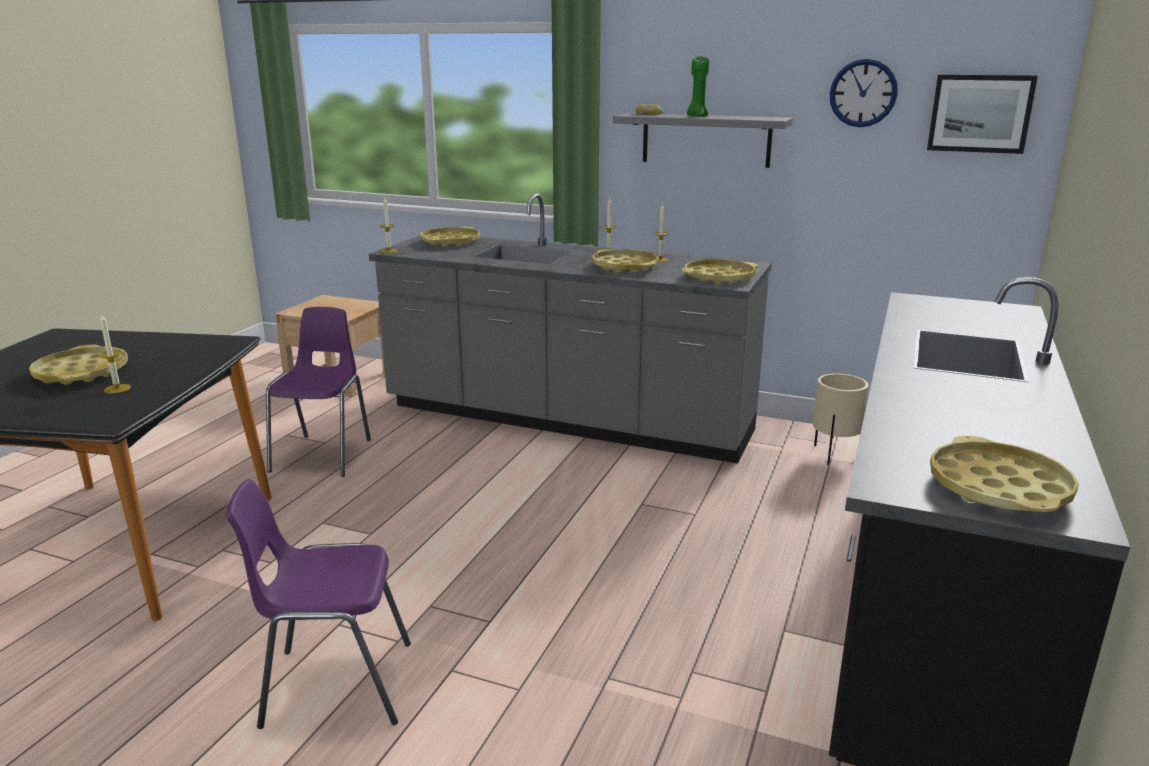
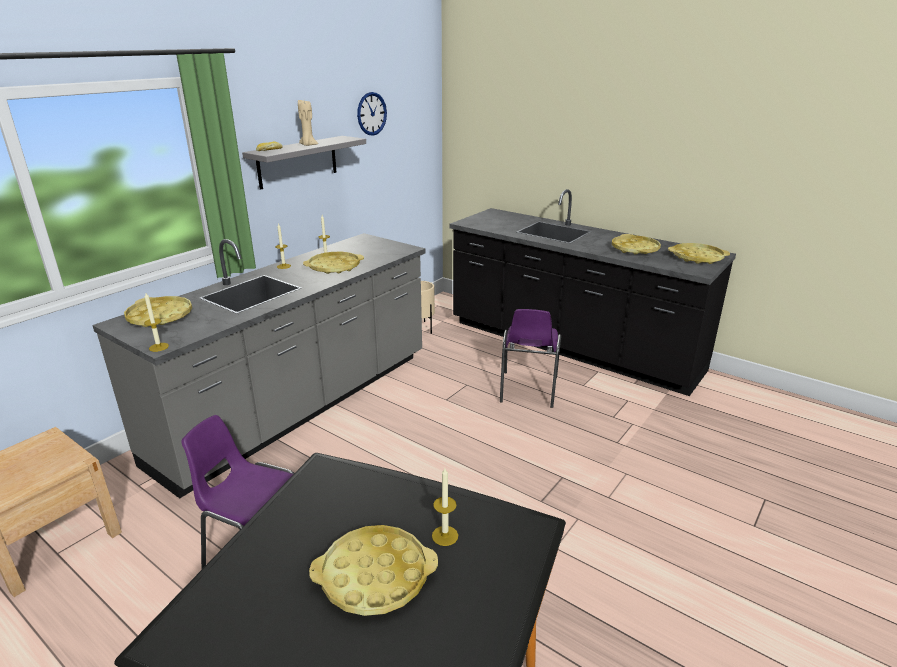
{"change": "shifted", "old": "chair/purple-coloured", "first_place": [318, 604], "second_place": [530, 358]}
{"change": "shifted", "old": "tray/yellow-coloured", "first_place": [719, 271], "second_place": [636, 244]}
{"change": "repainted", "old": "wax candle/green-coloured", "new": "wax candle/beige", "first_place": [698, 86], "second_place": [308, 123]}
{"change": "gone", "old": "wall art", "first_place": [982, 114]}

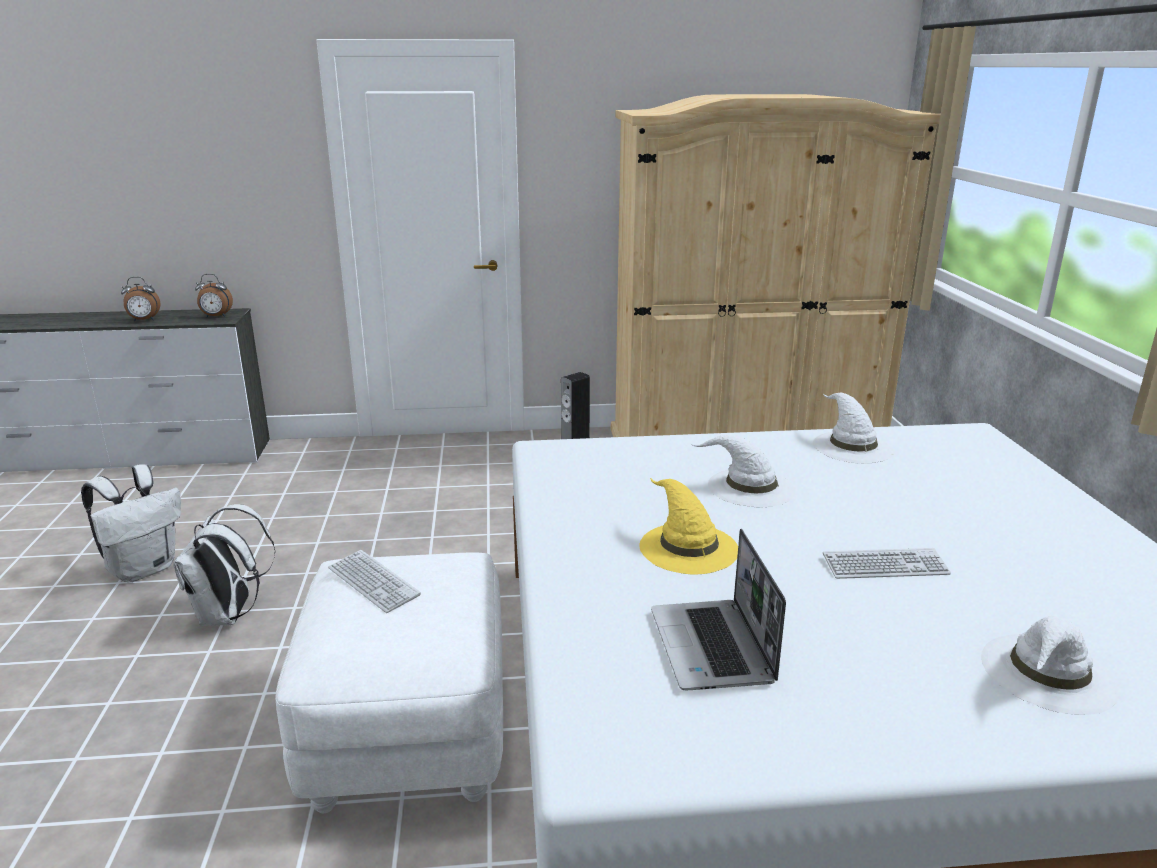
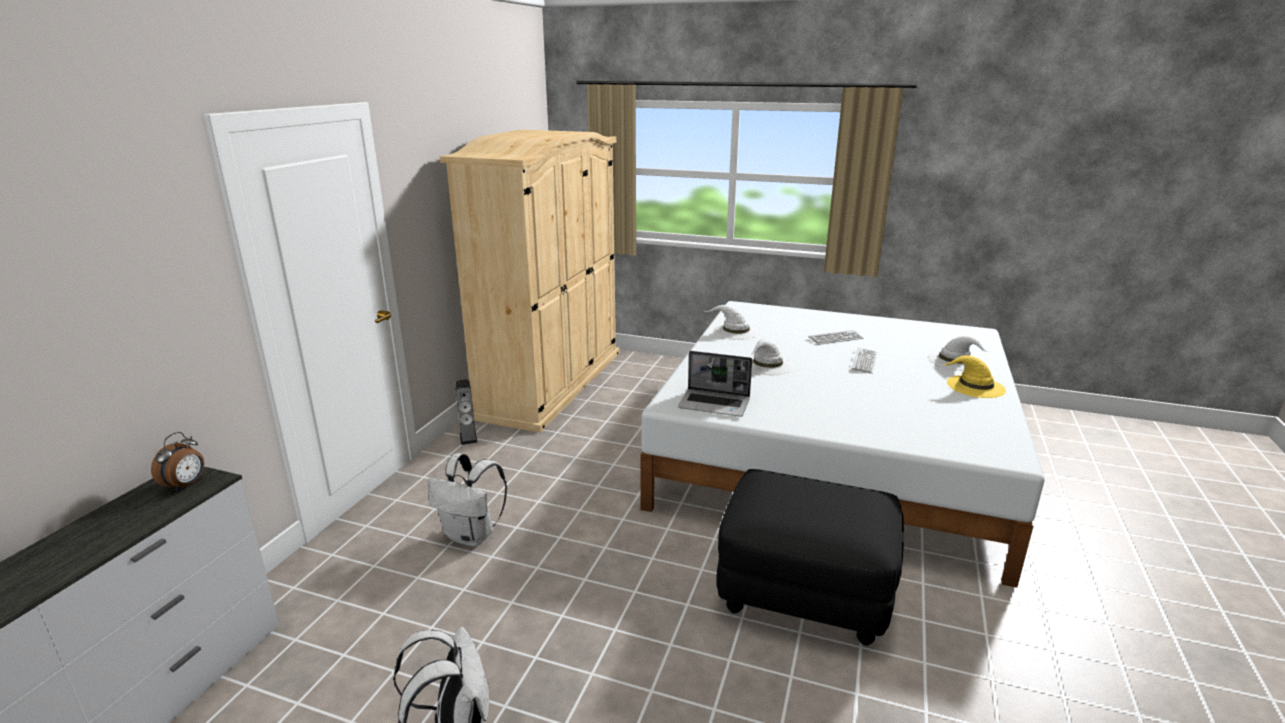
{"change": "gone", "old": "table clock", "first_place": [140, 299]}
{"change": "shifted", "old": "rucksack/whitish", "first_place": [224, 565], "second_place": [467, 500]}
{"change": "repainted", "old": "footrest/whitish", "new": "footrest/black", "first_place": [389, 682], "second_place": [810, 557]}
{"change": "shifted", "old": "keyboard", "first_place": [374, 581], "second_place": [835, 337]}
{"change": "shifted", "old": "clothing hat/yellow-coloured", "first_place": [688, 526], "second_place": [974, 376]}
{"change": "shifted", "old": "laptop", "first_place": [718, 609], "second_place": [715, 384]}

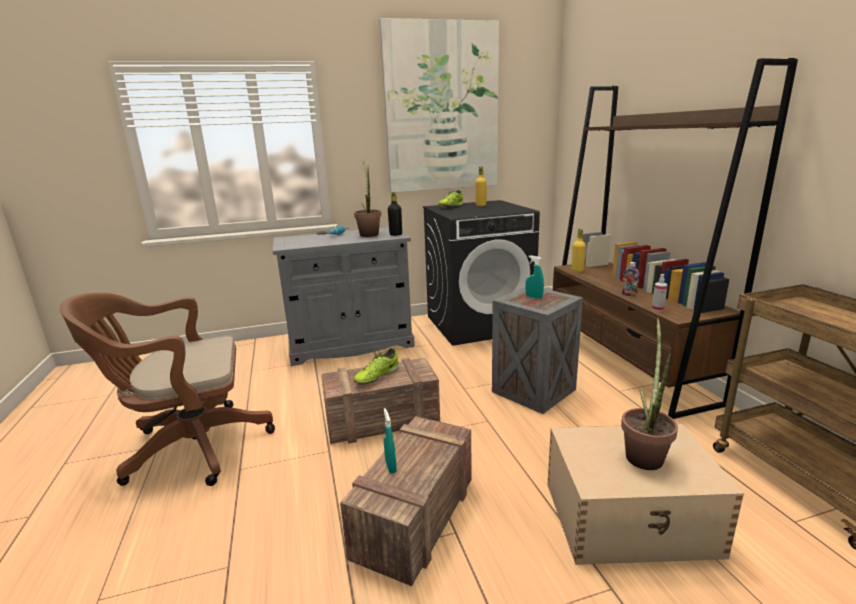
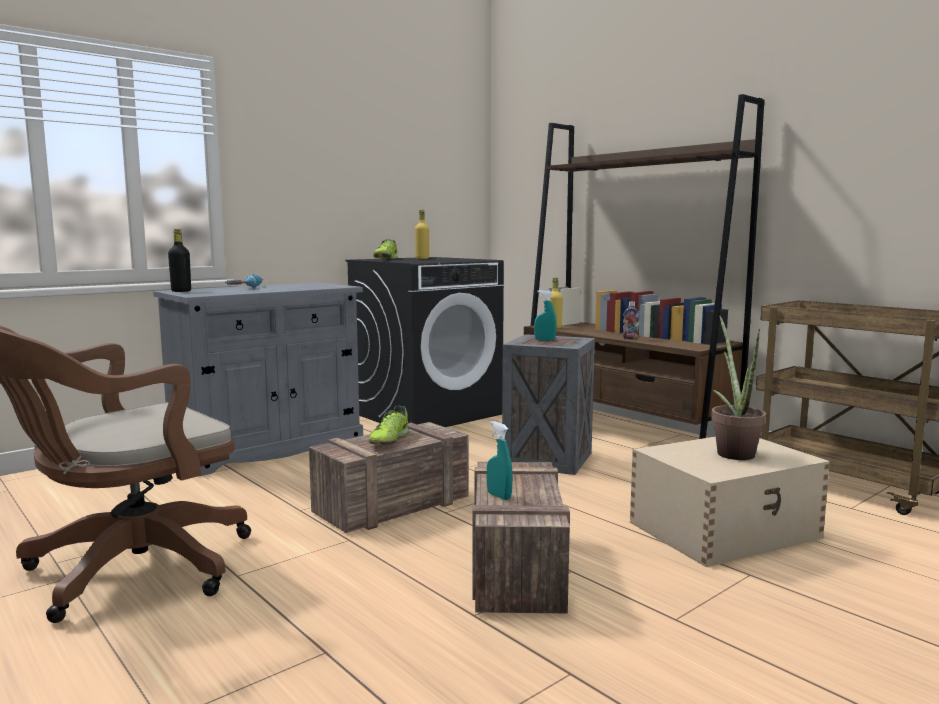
{"change": "gone", "old": "potted plant", "first_place": [367, 199]}
{"change": "gone", "old": "wall art", "first_place": [439, 105]}
{"change": "shifted", "old": "drink bottle/black", "first_place": [395, 214], "second_place": [179, 260]}
{"change": "gone", "old": "spray bottle", "first_place": [660, 292]}

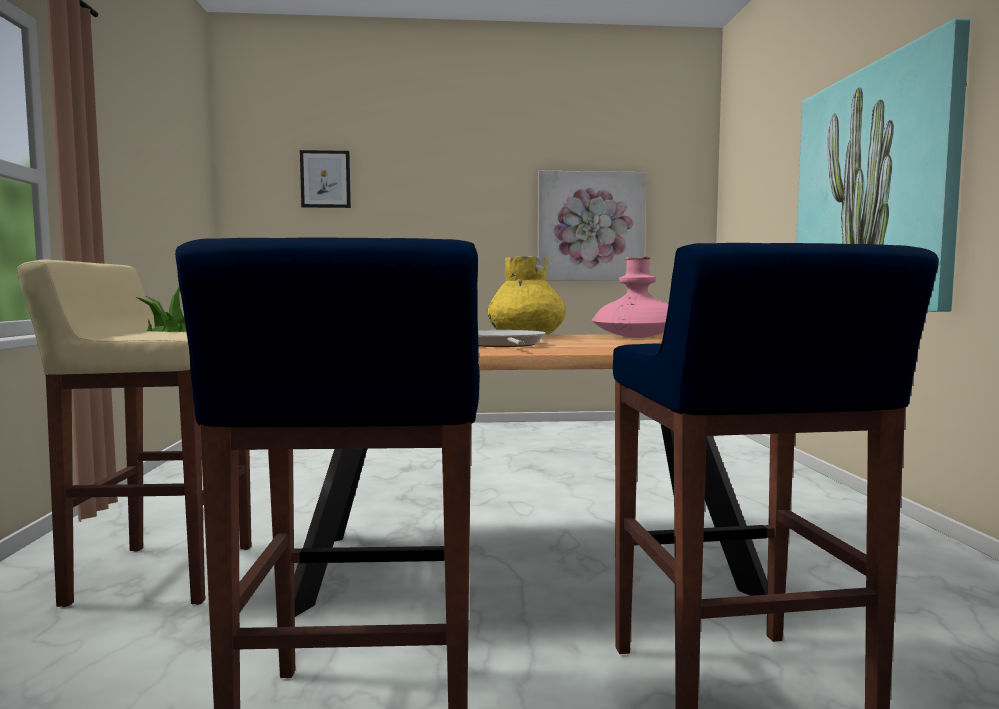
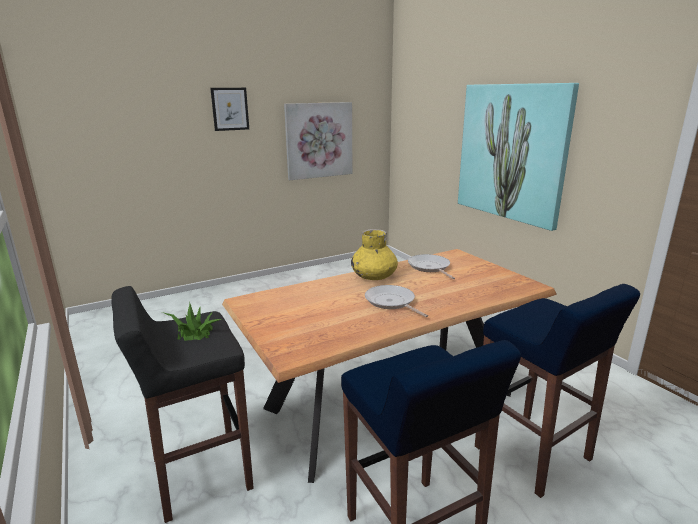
{"change": "repainted", "old": "stool seat/beige", "new": "stool seat/black", "first_place": [134, 433], "second_place": [182, 404]}
{"change": "shifted", "old": "wall art", "first_place": [325, 179], "second_place": [229, 109]}
{"change": "swapped", "old": "flower vase/pinkish", "new": "frying pan", "first_place": [630, 297], "second_place": [431, 266]}

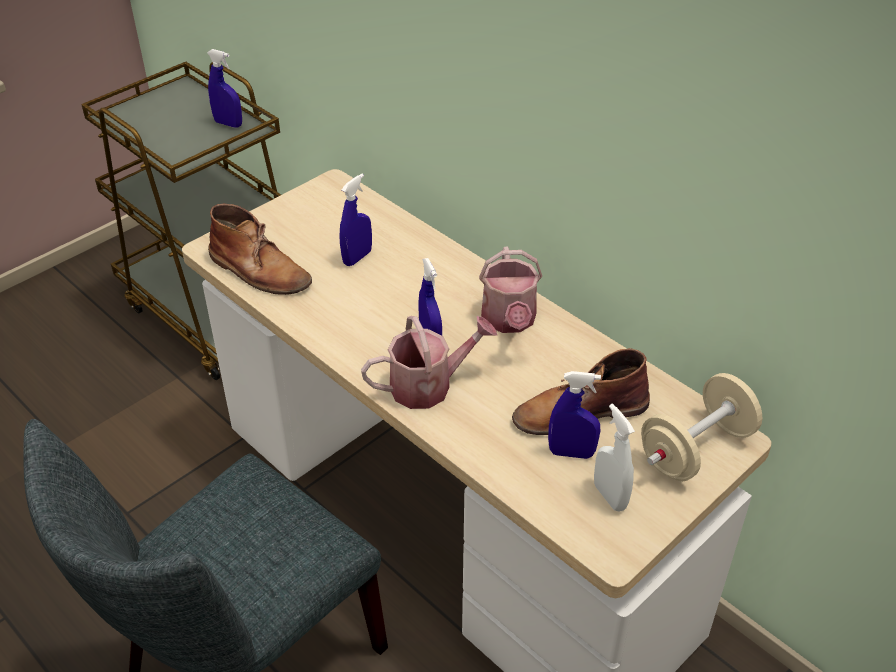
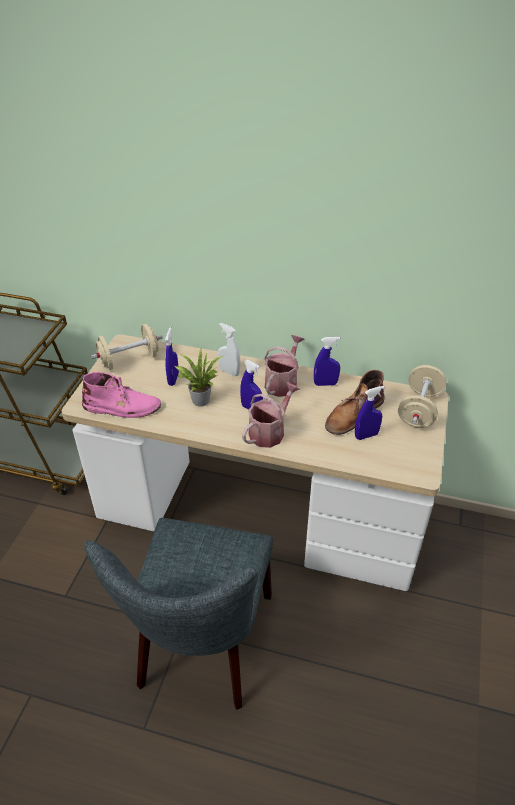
{"change": "shifted", "old": "spray bottle/bluish", "first_place": [224, 88], "second_place": [327, 361]}
{"change": "repainted", "old": "high-top boot/brownish", "new": "high-top boot/pinkish", "first_place": [260, 249], "second_place": [122, 395]}
{"change": "rotated", "old": "watering pot", "first_place": [510, 290], "second_place": [284, 366], "degrees": -120}
{"change": "shifted", "old": "spray bottle/whitish", "first_place": [614, 457], "second_place": [229, 349]}
{"change": "new", "new": "free weight/beige", "second_place": [127, 347]}
{"change": "new", "new": "potted plant", "second_place": [199, 377]}

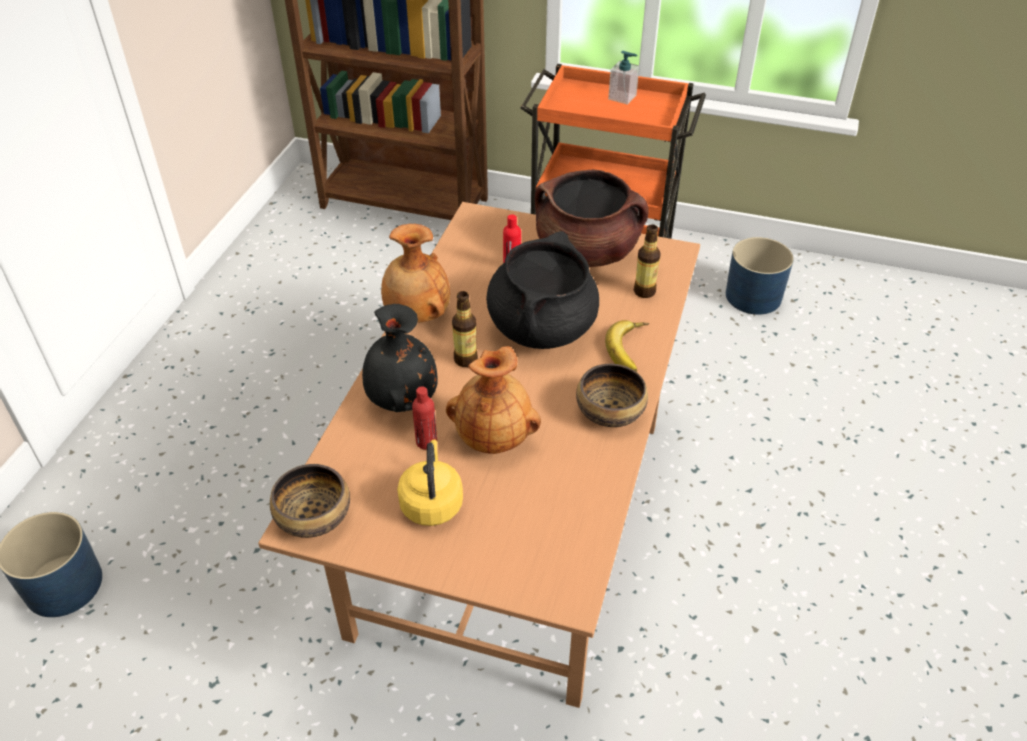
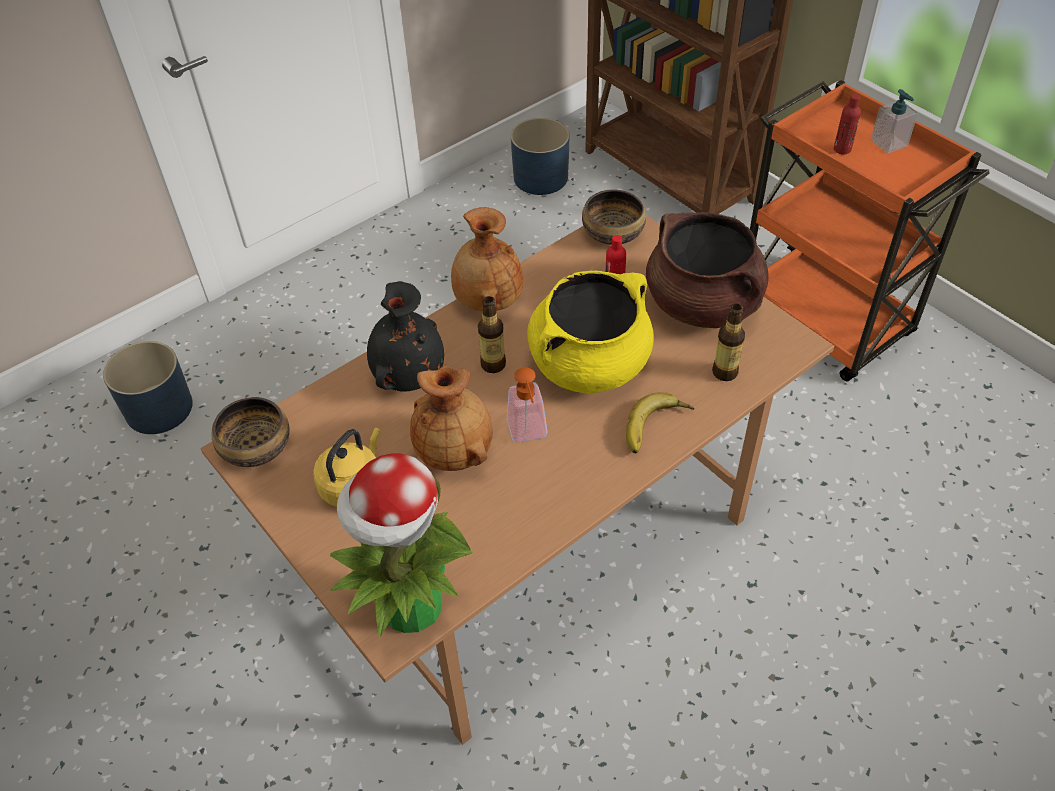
{"change": "shifted", "old": "drink bottle/red-coloured", "first_place": [424, 418], "second_place": [847, 124]}
{"change": "repainted", "old": "cooking pot/black", "new": "cooking pot/yellow-coloured", "first_place": [542, 290], "second_place": [590, 332]}
{"change": "shifted", "old": "deep dish", "first_place": [612, 395], "second_place": [614, 217]}
{"change": "shifted", "old": "flower pot/bluish", "first_place": [760, 276], "second_place": [540, 156]}
{"change": "new", "new": "potted plant", "second_place": [402, 545]}
{"change": "new", "new": "soap bottle", "second_place": [527, 404]}

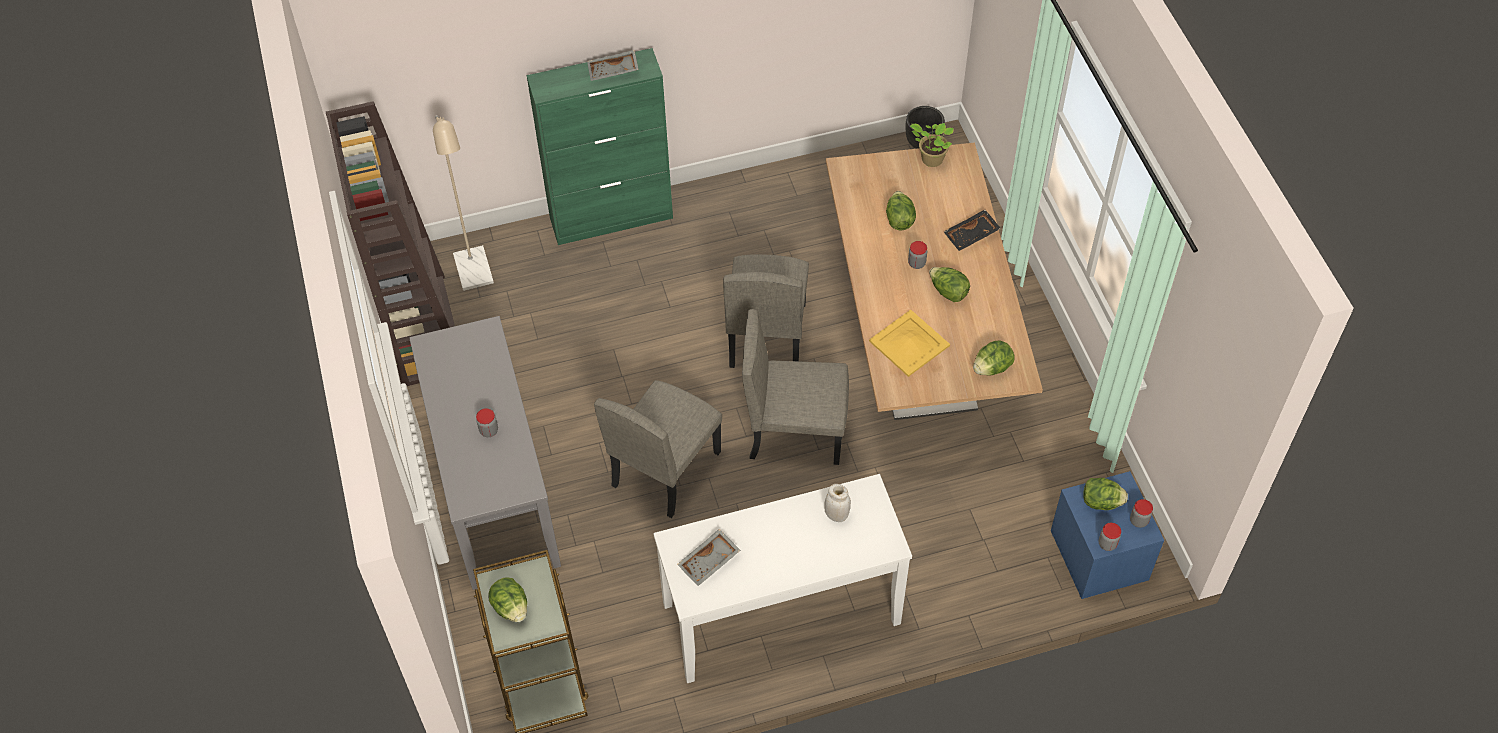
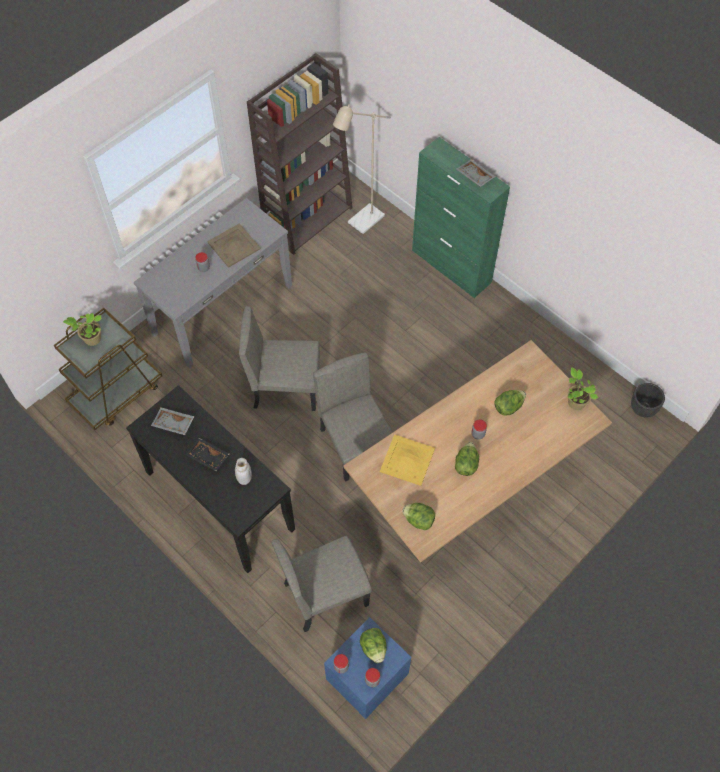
{"change": "swapped", "old": "lettuce", "new": "potted plant", "first_place": [508, 599], "second_place": [82, 329]}
{"change": "repainted", "old": "console table/whitish", "new": "console table/black", "first_place": [782, 578], "second_place": [210, 479]}
{"change": "shifted", "old": "chair/beige", "first_place": [766, 311], "second_place": [321, 584]}
{"change": "shifted", "old": "tray/black", "first_place": [972, 230], "second_place": [207, 454]}
{"change": "new", "new": "tray/beige", "second_place": [234, 245]}

